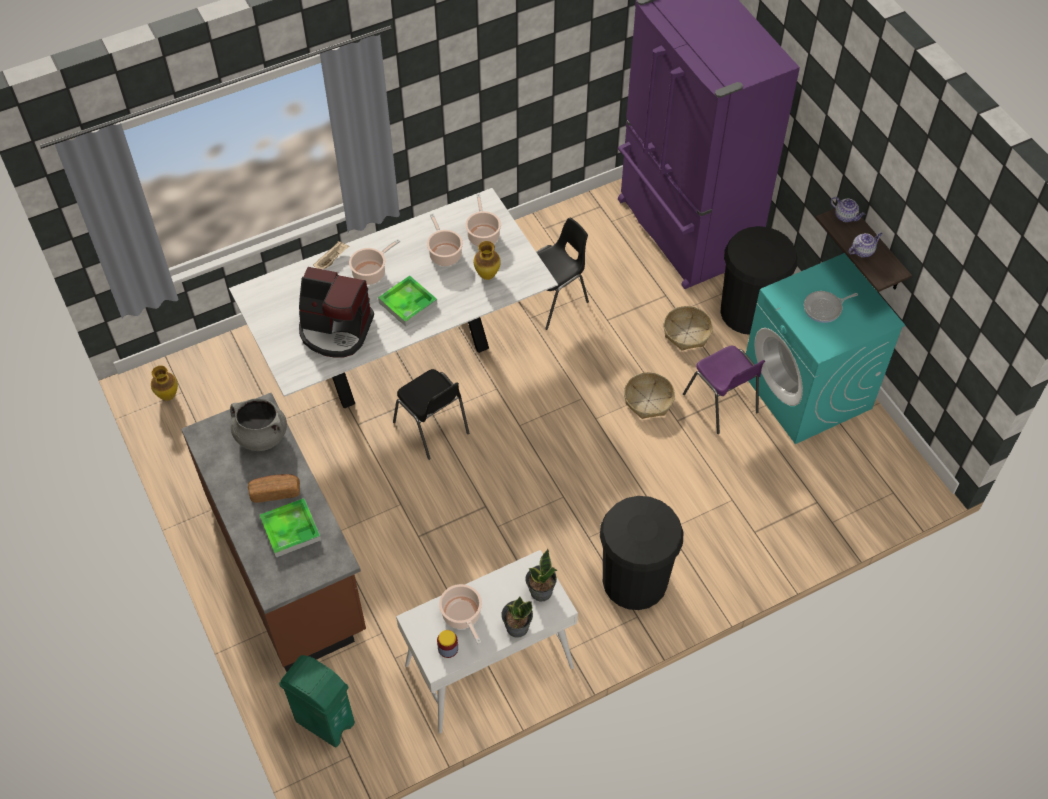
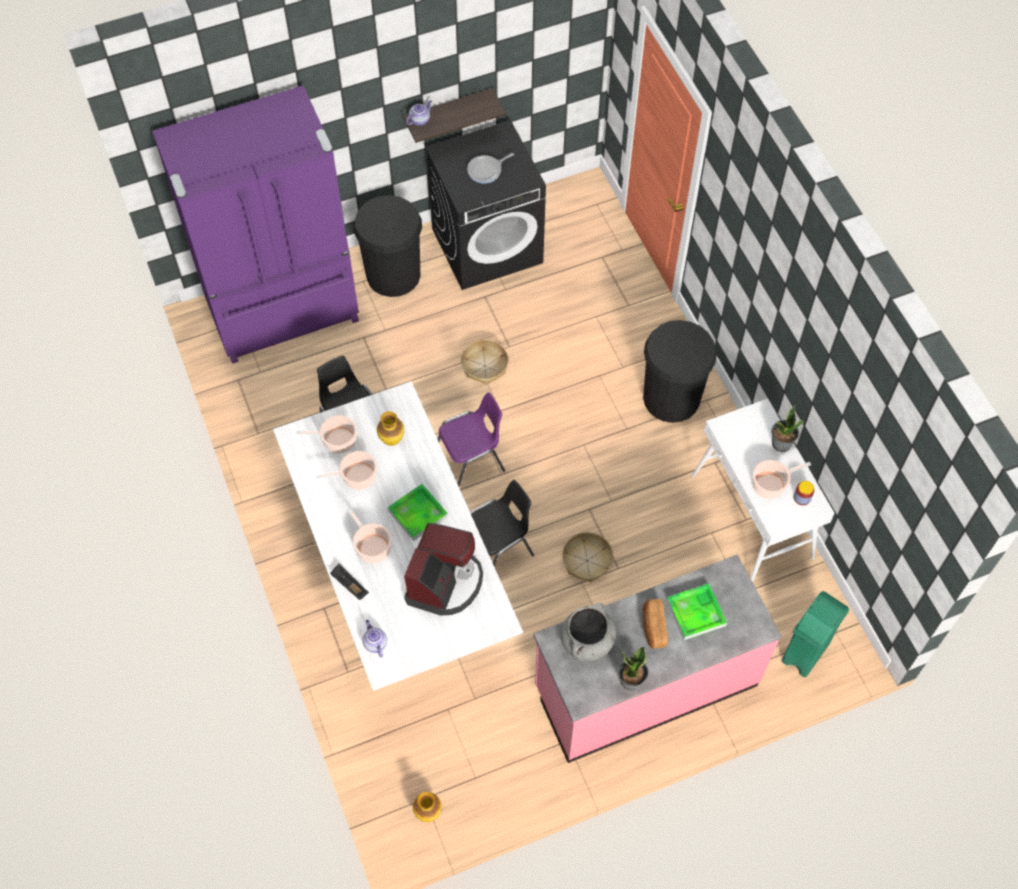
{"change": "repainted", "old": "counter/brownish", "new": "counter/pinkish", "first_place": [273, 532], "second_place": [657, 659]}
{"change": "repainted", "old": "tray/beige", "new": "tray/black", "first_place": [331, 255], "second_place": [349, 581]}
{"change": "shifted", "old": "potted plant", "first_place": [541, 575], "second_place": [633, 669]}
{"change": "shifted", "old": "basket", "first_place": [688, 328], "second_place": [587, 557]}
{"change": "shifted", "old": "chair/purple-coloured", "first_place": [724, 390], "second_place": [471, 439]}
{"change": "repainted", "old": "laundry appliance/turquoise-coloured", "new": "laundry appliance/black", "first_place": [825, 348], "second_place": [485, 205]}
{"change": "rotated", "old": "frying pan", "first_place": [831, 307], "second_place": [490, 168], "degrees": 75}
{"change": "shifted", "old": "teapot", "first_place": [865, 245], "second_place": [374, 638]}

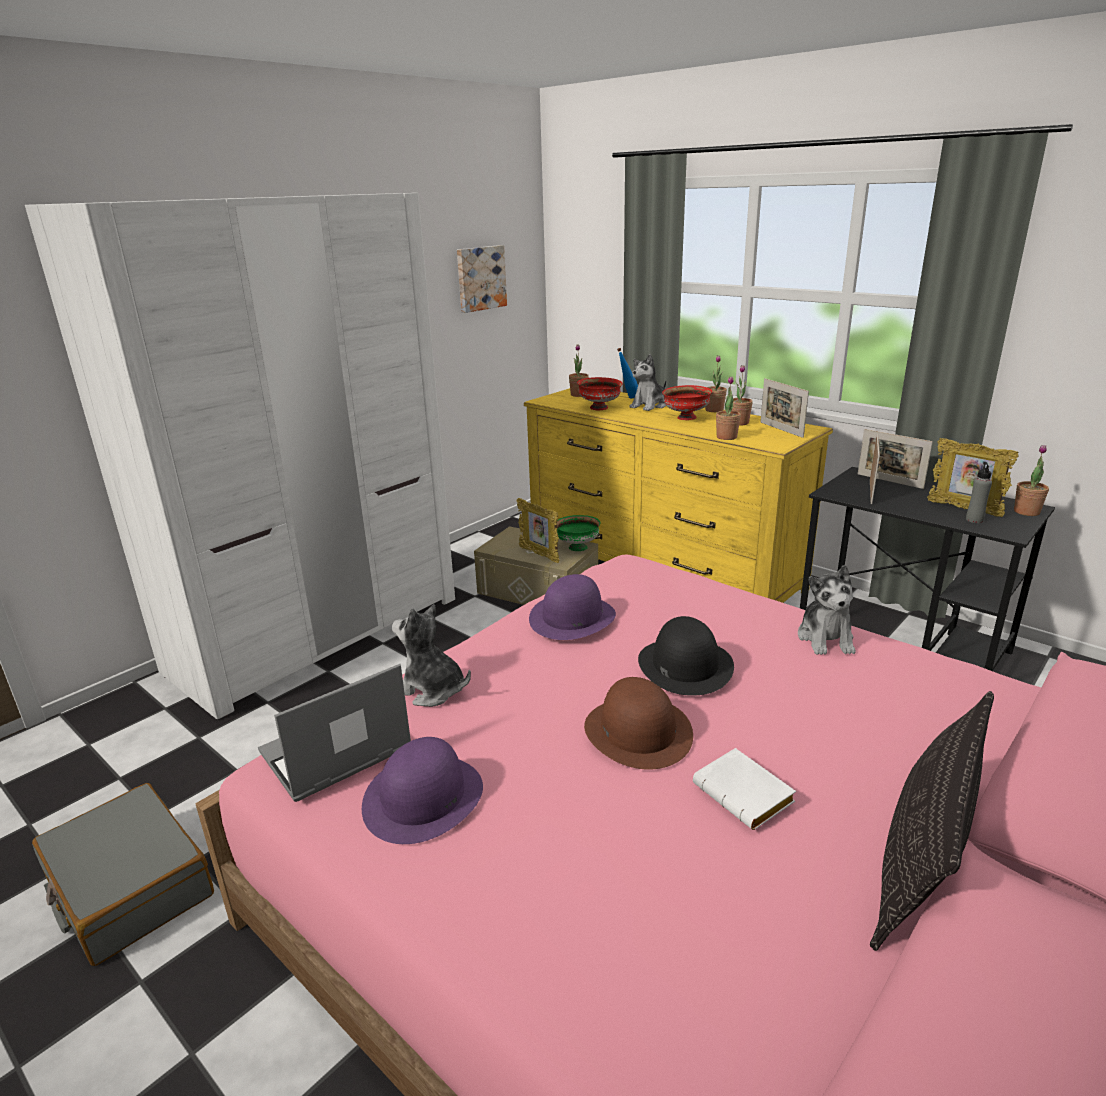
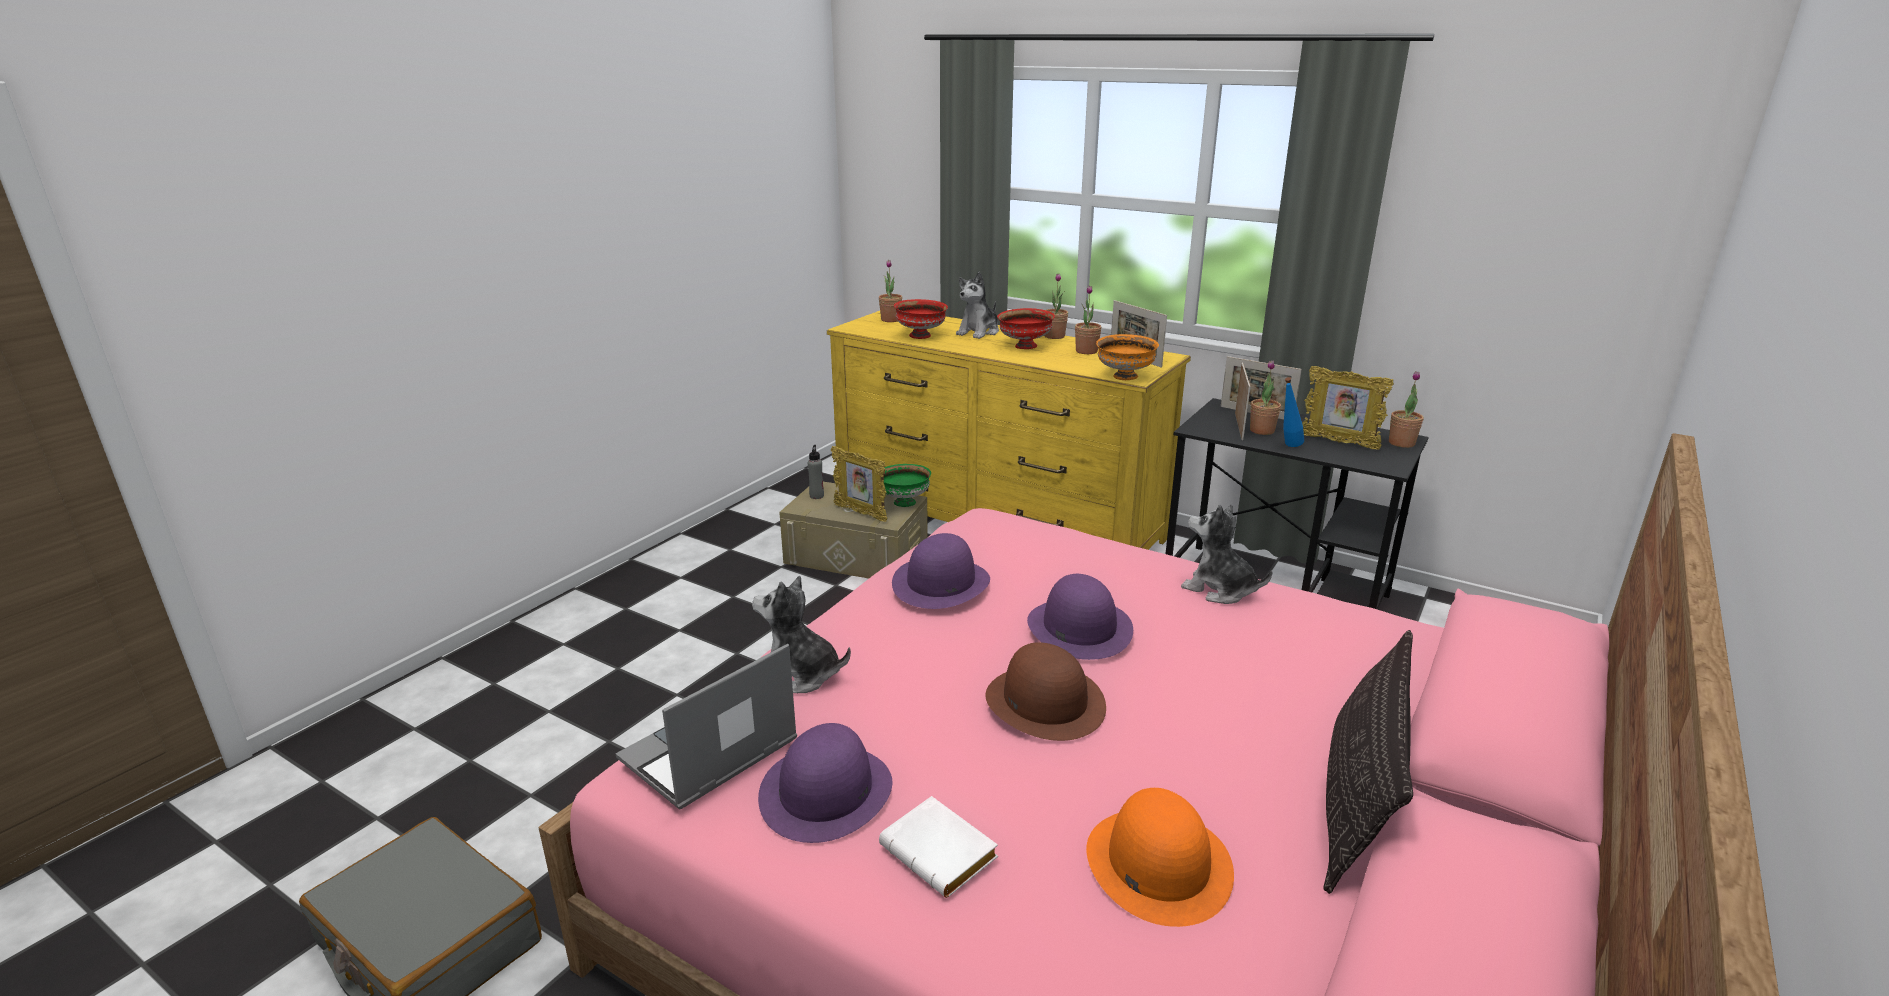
{"change": "gone", "old": "clothes cupboard/whitish", "first_place": [240, 456]}
{"change": "gone", "old": "wall art", "first_place": [482, 279]}
{"change": "shifted", "old": "drink bottle/bluish", "first_place": [627, 373], "second_place": [1293, 412]}
{"change": "repainted", "old": "clothing hat/black", "new": "clothing hat/purple-coloured", "first_place": [686, 656], "second_place": [1080, 617]}
{"change": "shifted", "old": "book/whitish", "first_place": [744, 789], "second_place": [938, 847]}
{"change": "shifted", "old": "potted plant", "first_place": [728, 408], "second_place": [1265, 397]}
{"change": "rotated", "old": "cuddly toy", "first_place": [827, 610], "second_place": [1226, 554], "degrees": 135}
{"change": "shifted", "old": "drink bottle/greyish", "first_place": [979, 492], "second_place": [816, 472]}
{"change": "new", "new": "clothing hat/orange", "second_place": [1160, 857]}
{"change": "new", "new": "deep dish/orange", "second_place": [1127, 357]}

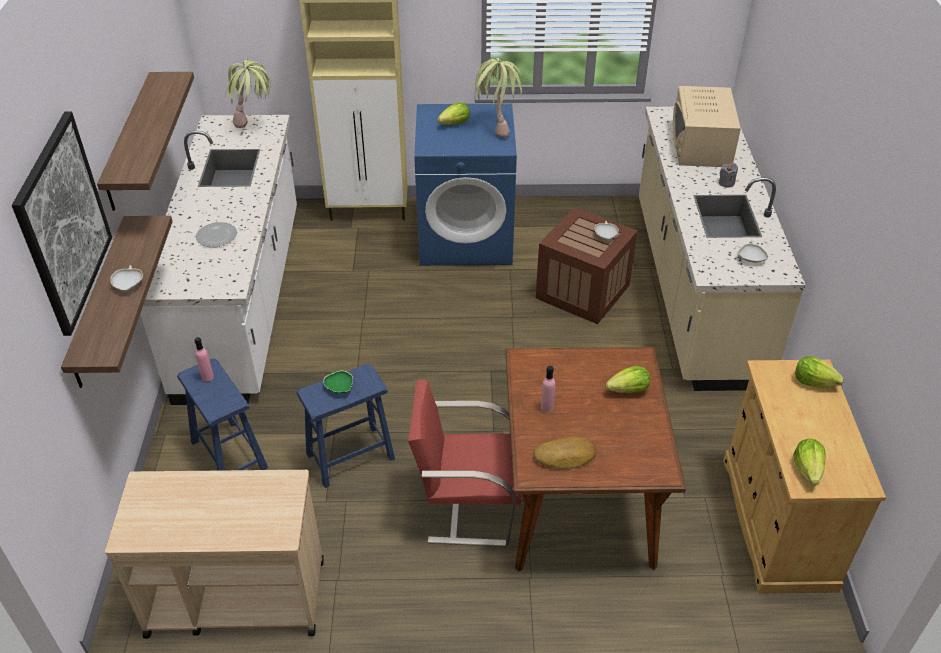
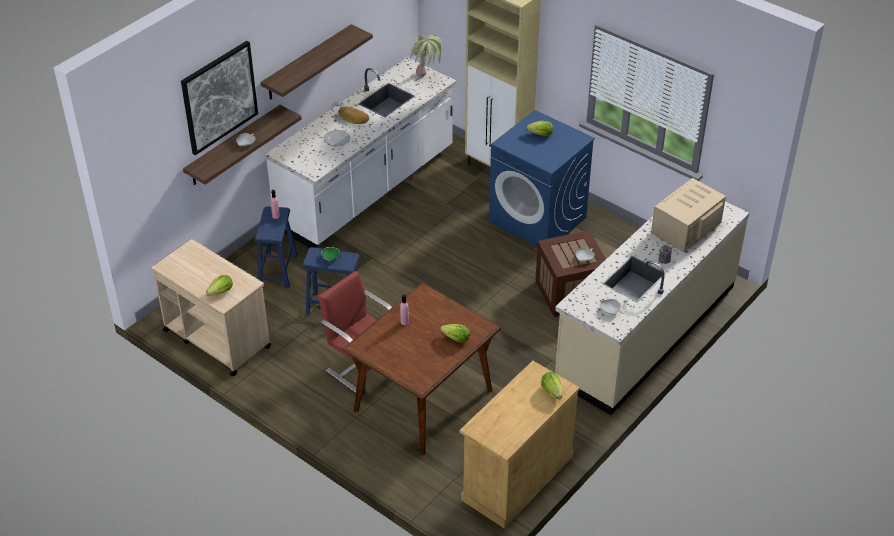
{"change": "gone", "old": "potted plant", "first_place": [497, 97]}
{"change": "shifted", "old": "baked bread", "first_place": [565, 453], "second_place": [353, 115]}
{"change": "shifted", "old": "lettuce", "first_place": [809, 461], "second_place": [219, 285]}

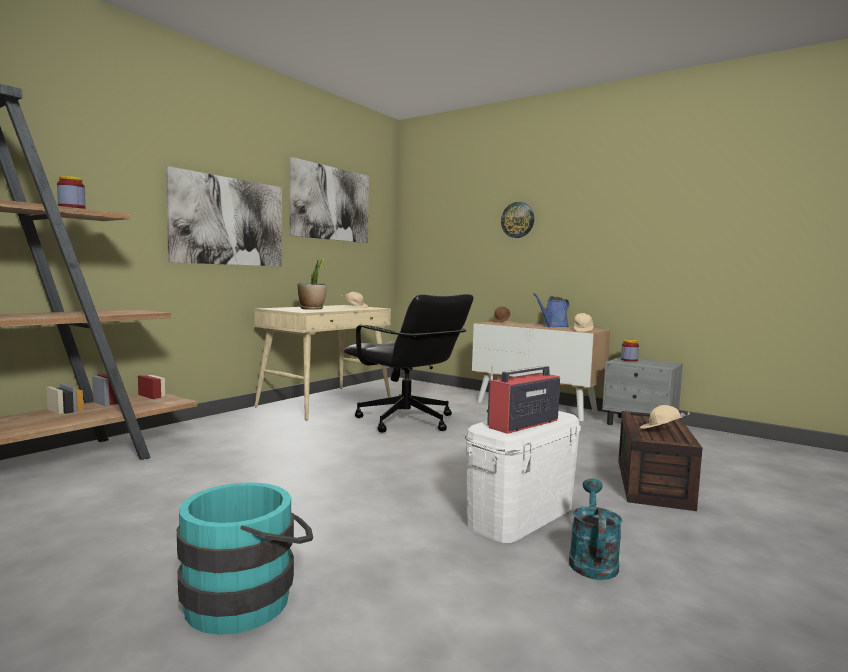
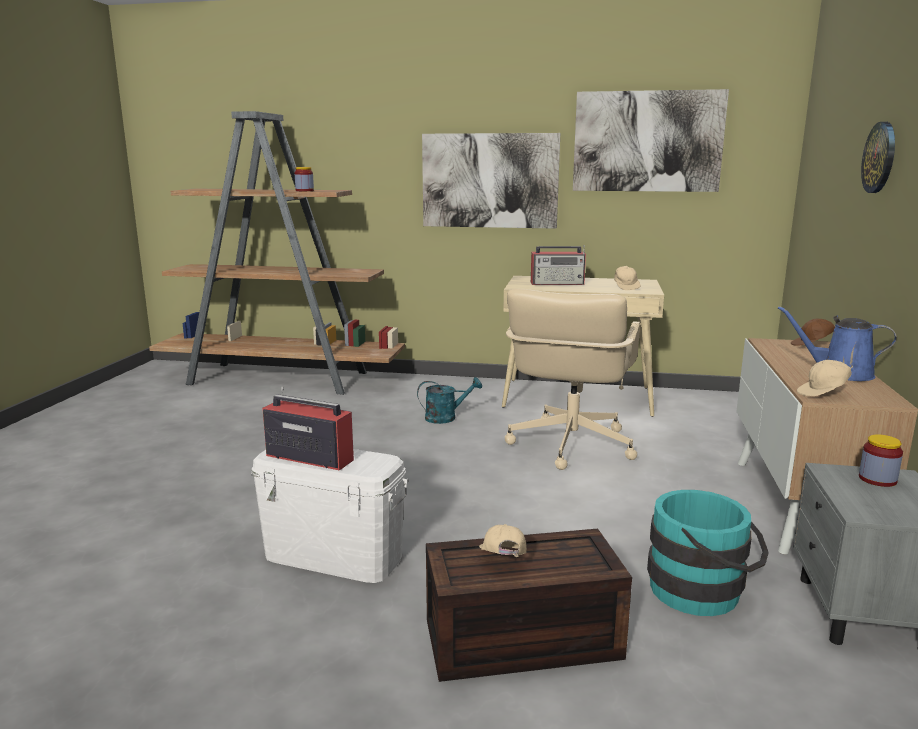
{"change": "shifted", "old": "bucket/turquoise-coloured", "first_place": [245, 559], "second_place": [708, 553]}
{"change": "swapped", "old": "potted plant", "new": "radio receiver", "first_place": [312, 283], "second_place": [558, 265]}
{"change": "repainted", "old": "desk chair/black", "new": "desk chair/beige", "first_place": [408, 363], "second_place": [572, 379]}
{"change": "shifted", "old": "watering pot/turquoise-coloured", "first_place": [595, 529], "second_place": [449, 400]}

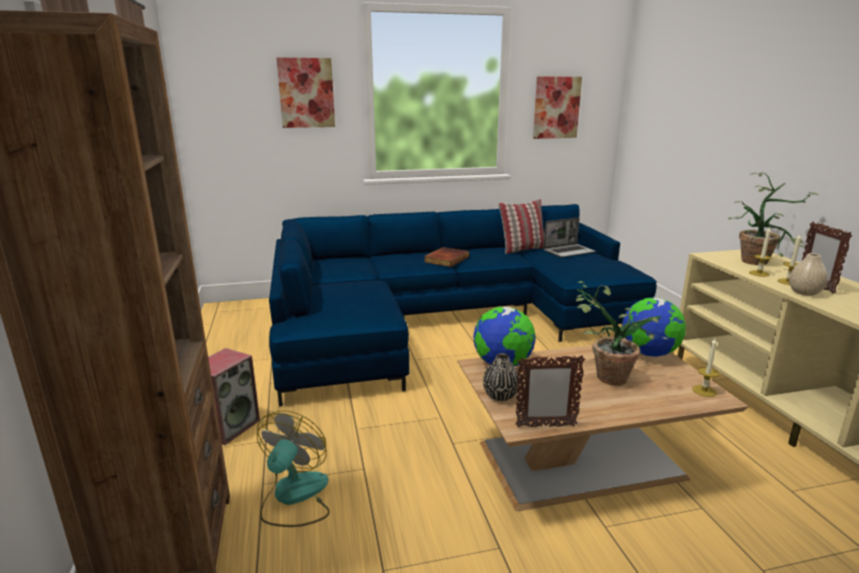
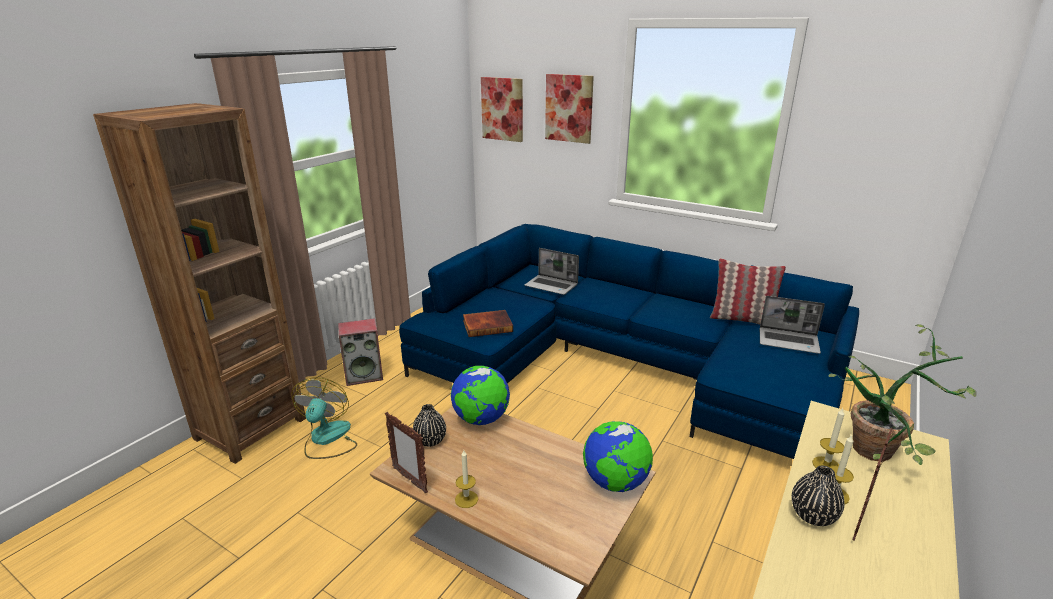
{"change": "rotated", "old": "cooling fan", "first_place": [293, 468], "second_place": [324, 418], "degrees": -60}
{"change": "shifted", "old": "book", "first_place": [446, 257], "second_place": [488, 323]}
{"change": "shifted", "old": "wall art", "first_place": [557, 108], "second_place": [502, 109]}
{"change": "gone", "old": "potted plant", "first_place": [622, 333]}
{"change": "shifted", "old": "wax candle", "first_place": [705, 367], "second_place": [466, 479]}
{"change": "repainted", "old": "flower vase/beige", "new": "flower vase/black", "first_place": [808, 274], "second_place": [818, 496]}
{"change": "new", "new": "laptop", "second_place": [551, 271]}

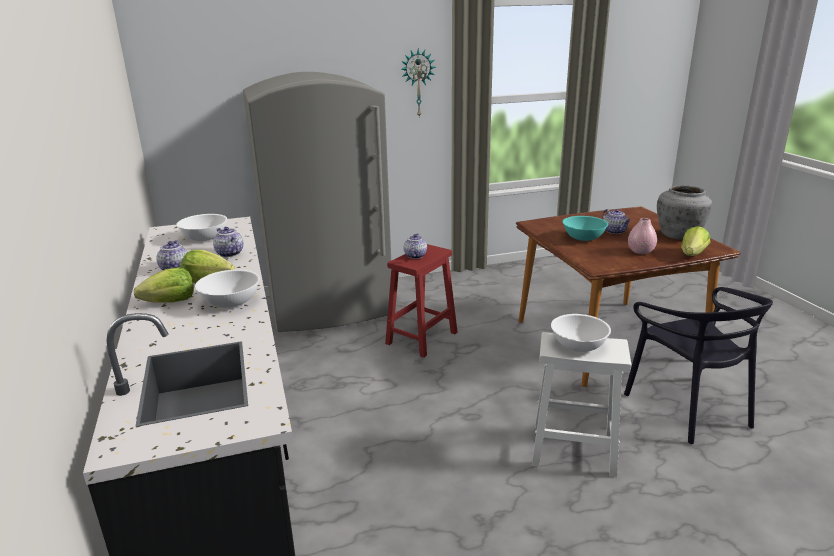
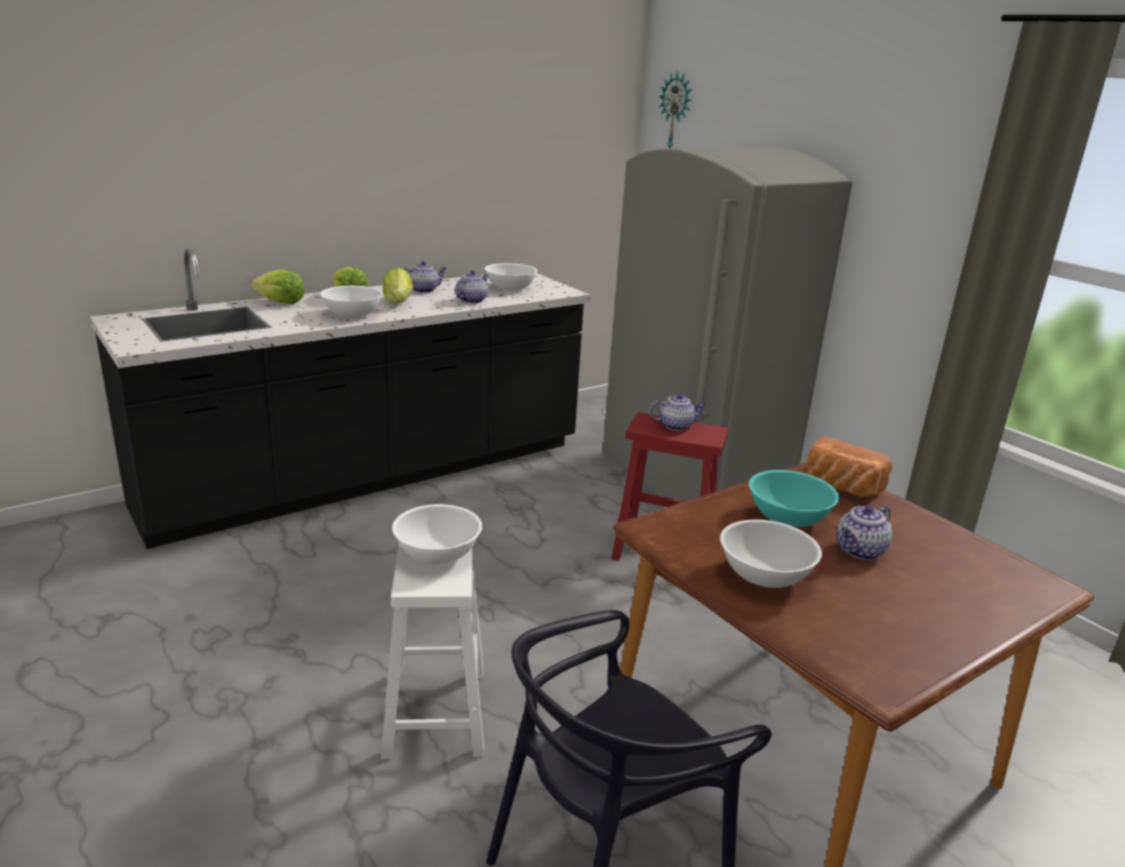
{"change": "shifted", "old": "clock on the wall", "first_place": [418, 82], "second_place": [675, 109]}
{"change": "swapped", "old": "flower vase/pinkish", "new": "deep dish/whitish", "first_place": [642, 236], "second_place": [771, 554]}
{"change": "gone", "old": "flower vase/greyish", "first_place": [684, 212]}
{"change": "shifted", "old": "lettuce", "first_place": [695, 241], "second_place": [278, 286]}
{"change": "new", "new": "baked bread", "second_place": [848, 467]}

